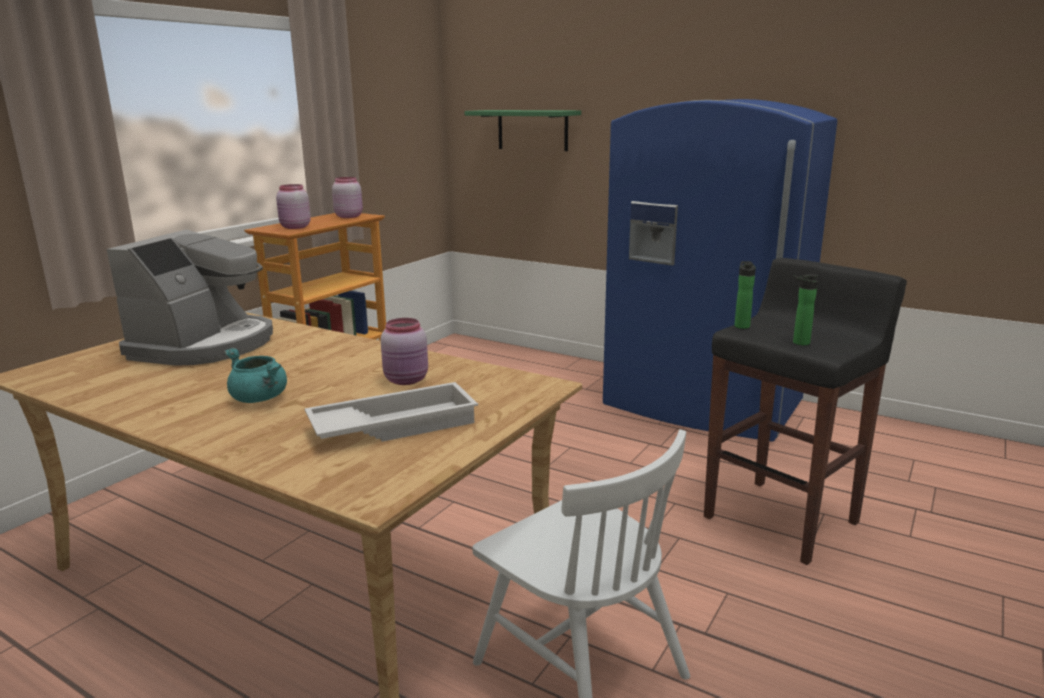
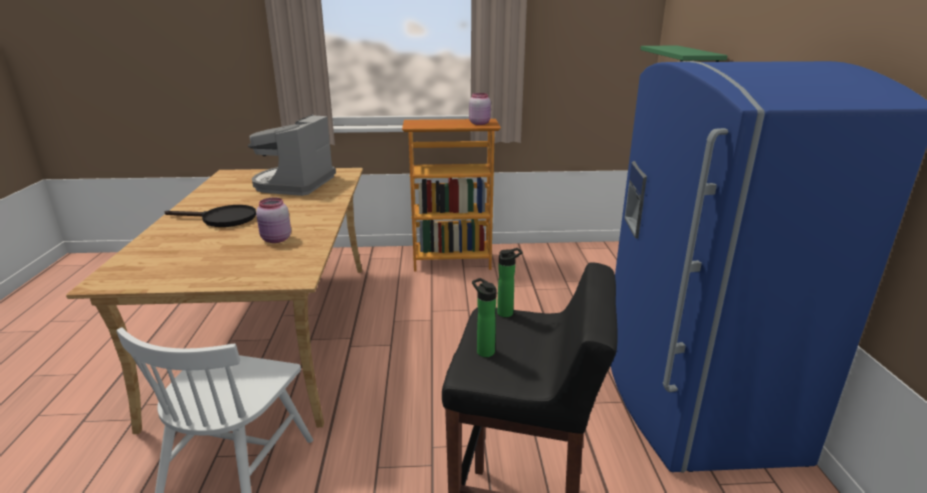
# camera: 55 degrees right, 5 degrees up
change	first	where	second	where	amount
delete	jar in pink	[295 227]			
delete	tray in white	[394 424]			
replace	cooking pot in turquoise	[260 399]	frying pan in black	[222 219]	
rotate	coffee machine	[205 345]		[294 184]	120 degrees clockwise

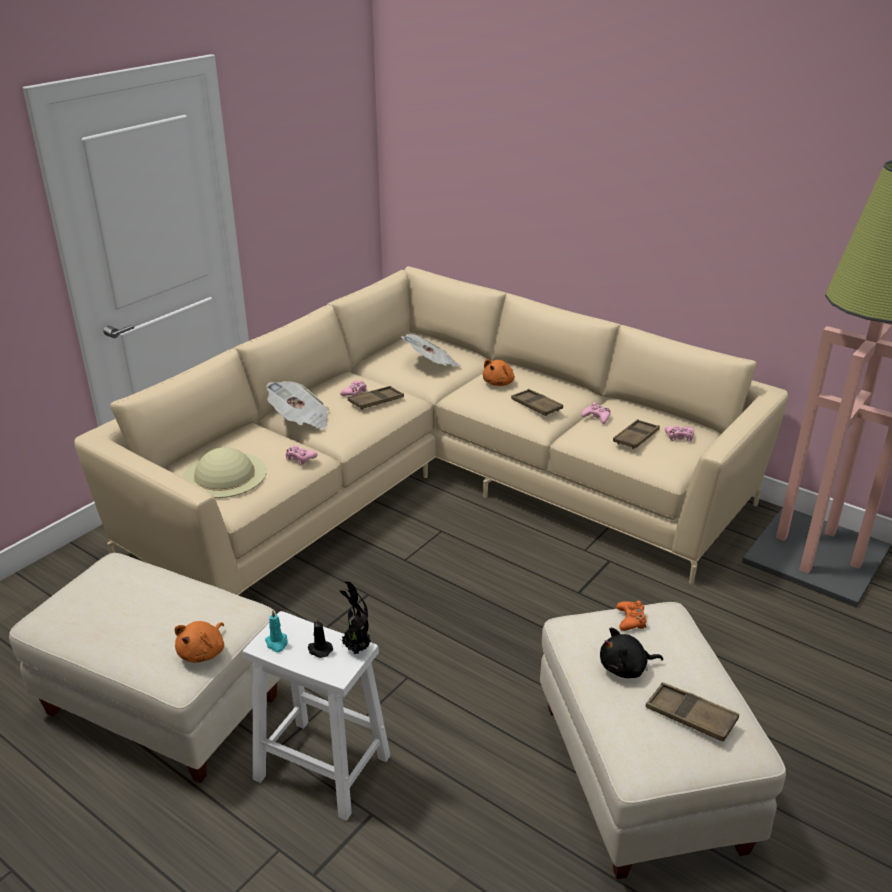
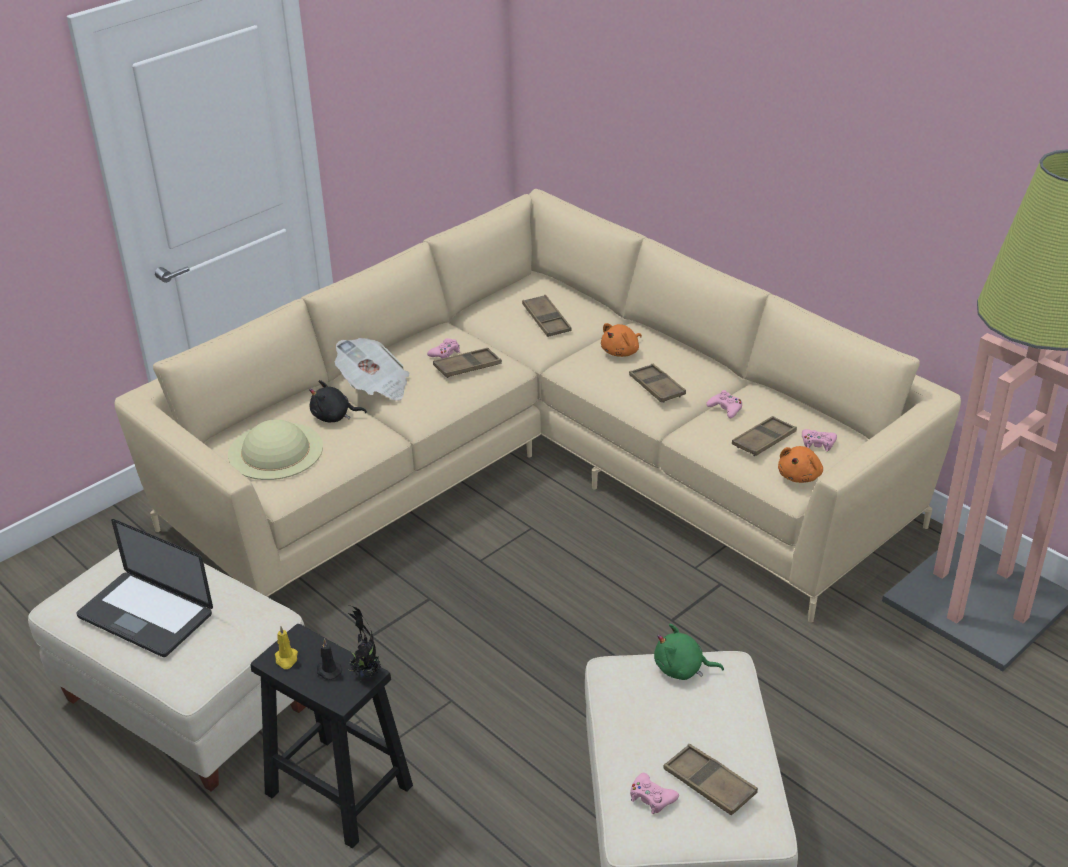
# camera: 10 degrees right, 5 degrees up
change	first	where	second	where	amount
insert			laptop	[145 615]	
move	plush toy in orange	[203 652]		[800 476]	
move	game controller in pink	[300 458]		[651 797]	
move	plush toy in black	[625 668]		[334 417]	
replace	newspaper	[431 364]	tray in brown	[546 320]	
replace	game controller in orange	[631 620]	plush toy in green	[682 669]	
recolor	stool in white	[324 768]	stool in black	[341 791]	
recolor	candle in turquoise	[277 643]	candle in yellow	[286 659]	

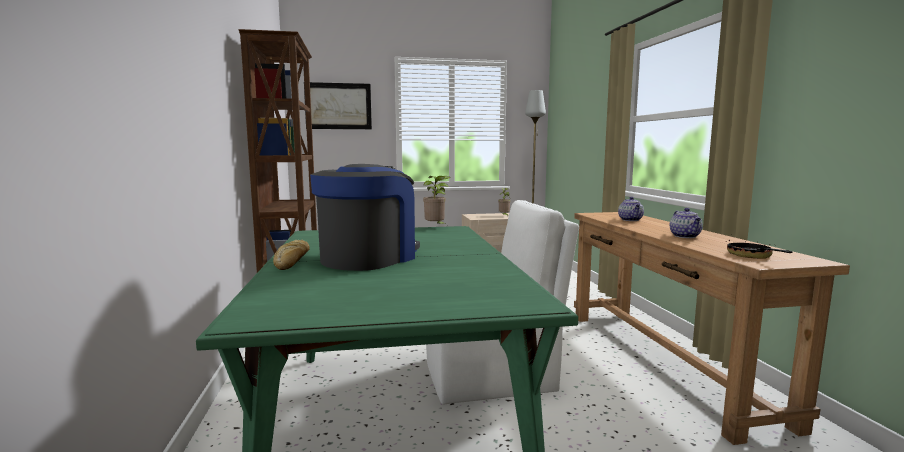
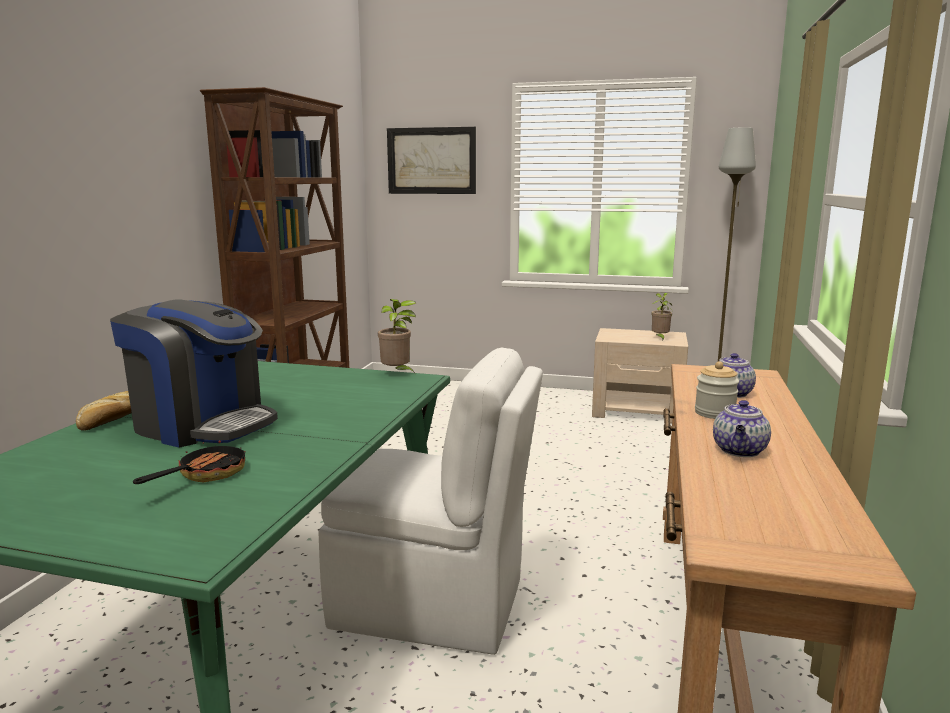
# camera: 25 degrees right, 5 degrees up
change	first	where	second	where	amount
insert			jar	[714 413]	
move	frying pan	[752 256]		[204 475]	
rotate	coffee machine	[369 258]		[202 424]	60 degrees clockwise

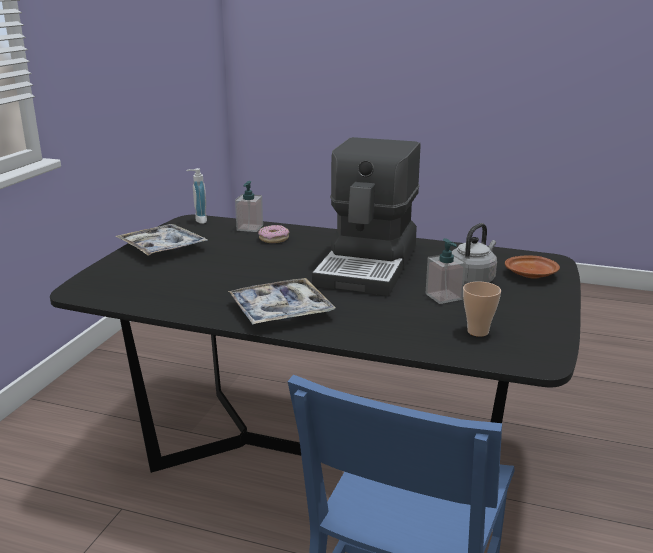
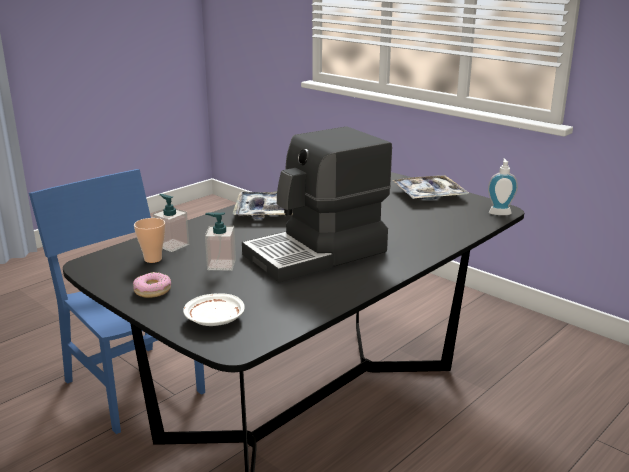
# camera: 115 degrees right, 0 degrees up
change	first	where	second	where	amount
delete	kettle in grey	[472 279]			
move	soap dispenser	[249 228]		[172 245]	
move	donut	[274 239]		[152 290]	
recolor	plate in brown	[531 274]	plate in white	[214 319]	
rotate	coffee machine	[369 266]		[317 253]	75 degrees counterclockwise

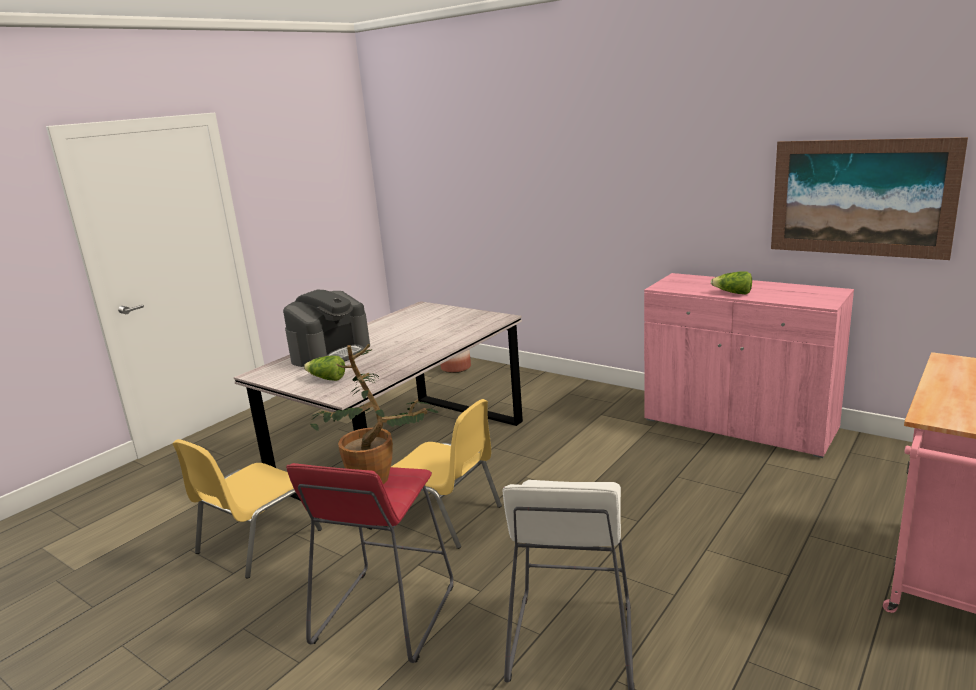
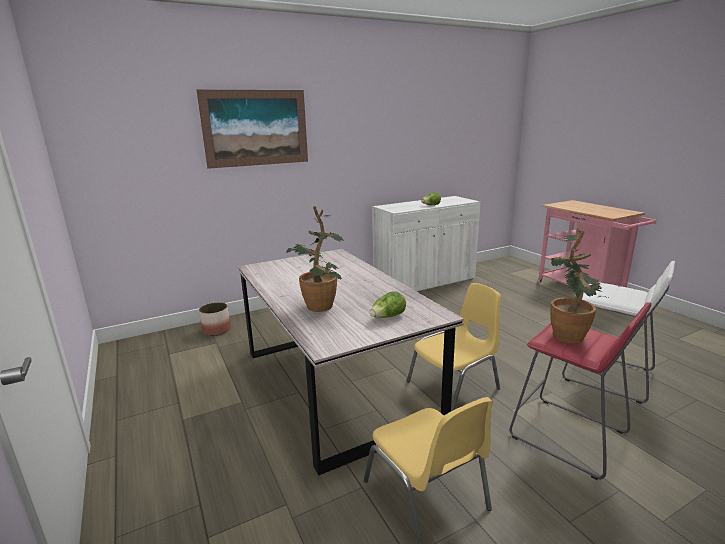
# camera: 65 degrees left, 0 degrees up
change	first	where	second	where	amount
move	picture	[860 198]		[256 128]	
replace	coffee machine	[331 353]	potted plant	[320 309]	
recolor	cabinet in pink	[738 425]	cabinet in white	[425 282]	

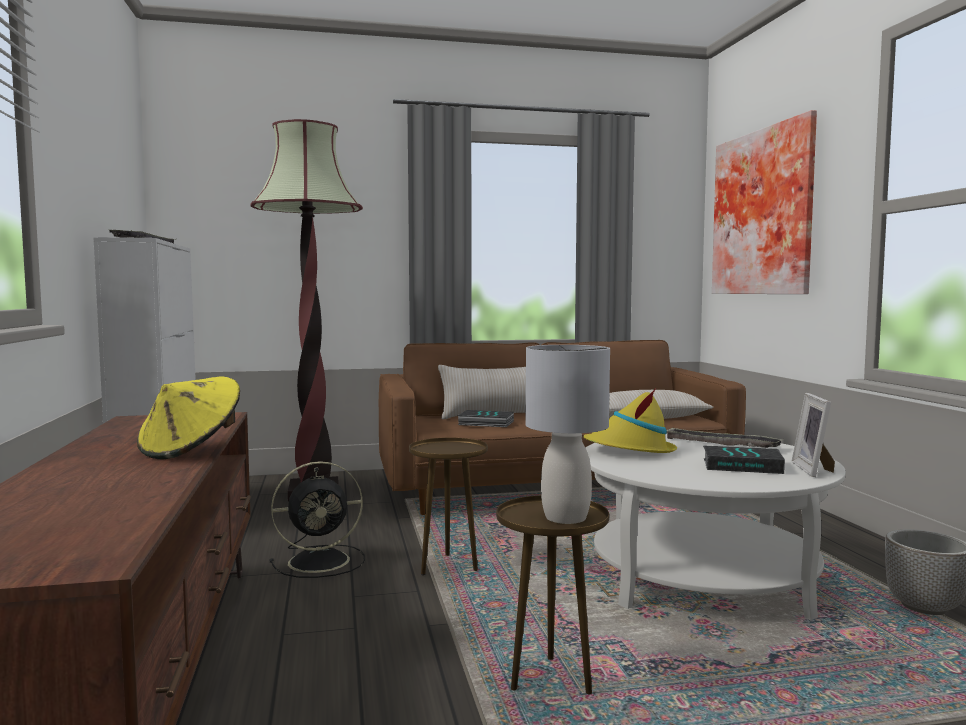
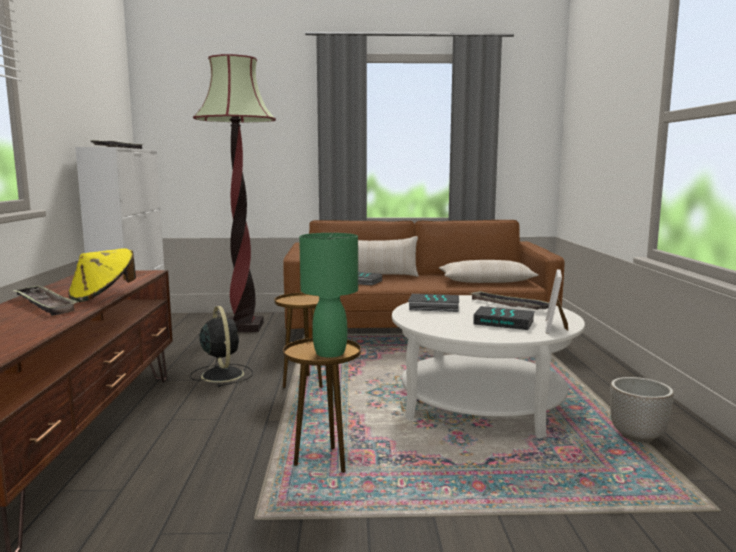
# camera: 10 degrees right, 5 degrees up
change	first	where	second	where	amount
delete	picture	[766 213]			
insert			tray	[44 305]	
replace	hat in yellow	[630 450]	book	[433 307]	
recolor	table lamp in grey	[566 518]	table lamp in green	[330 353]	
rotate	fan in black	[322 561]		[222 374]	105 degrees counterclockwise

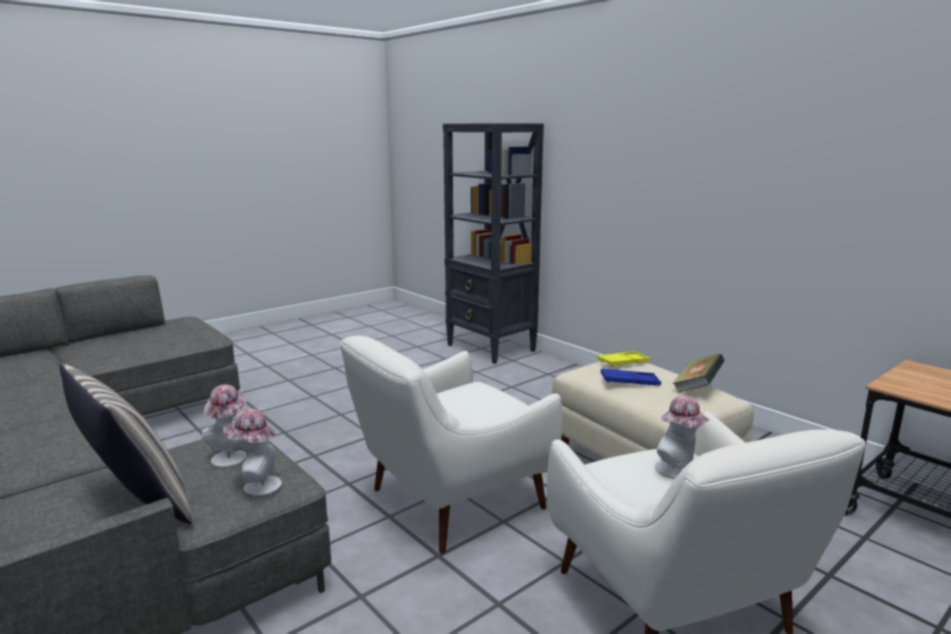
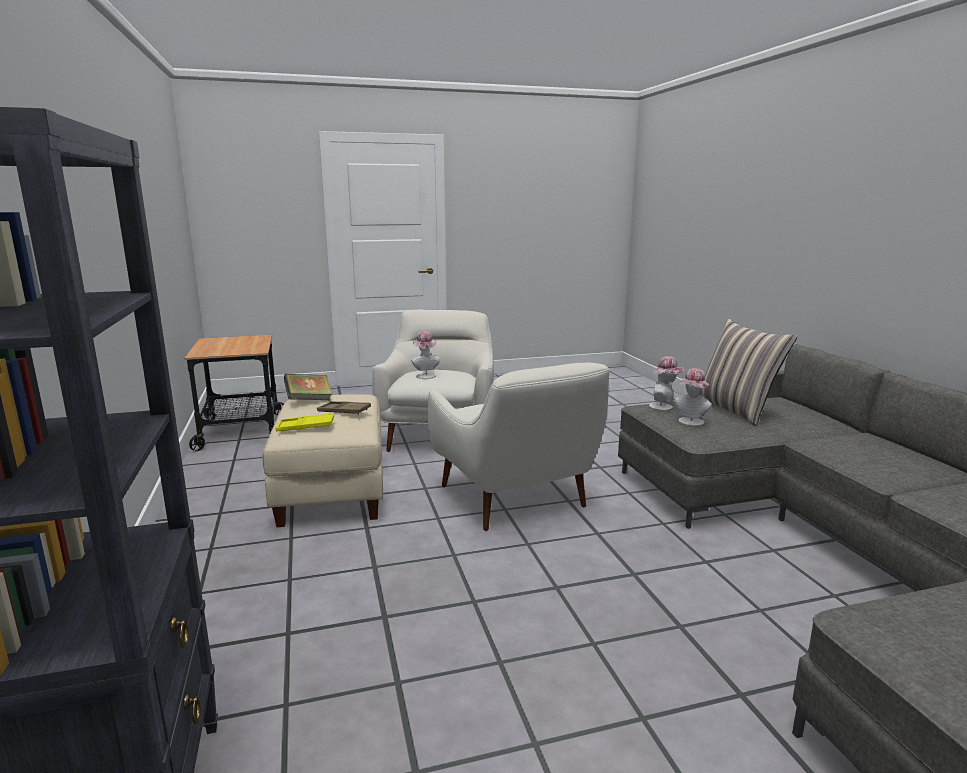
# camera: 155 degrees left, 0 degrees up
change	first	where	second	where	amount
recolor	tray in blue	[629 381]	tray in brown	[344 411]	
rotate	armchair in white	[450 502]		[515 499]	75 degrees clockwise

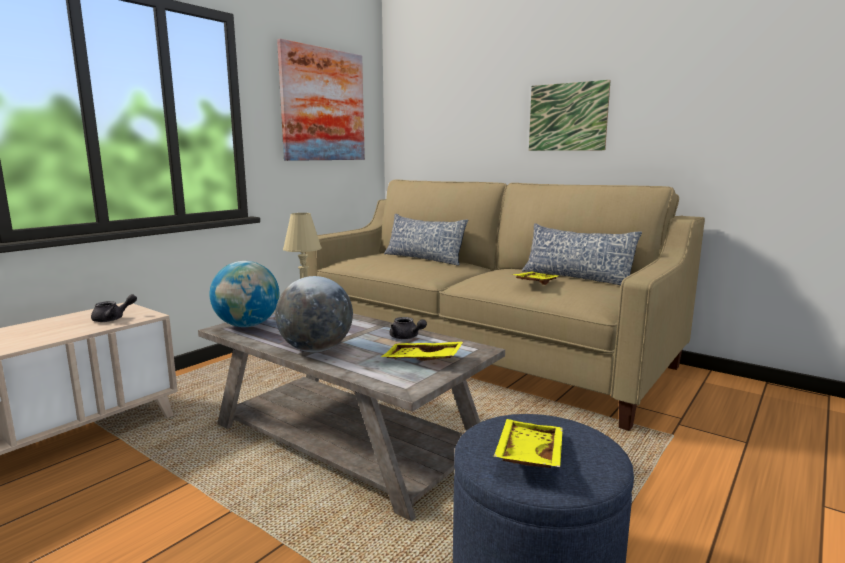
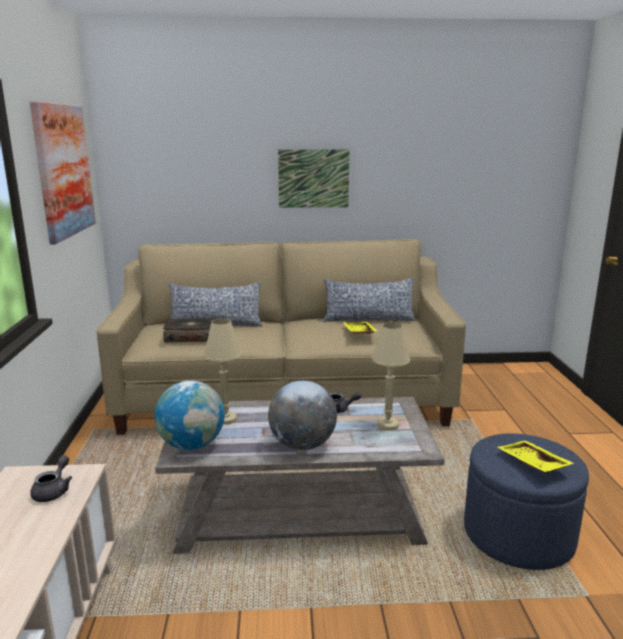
# camera: 40 degrees left, 5 degrees up
change	first	where	second	where	amount
insert			book	[192 337]	
replace	tray in yellow	[422 360]	table lamp in beige	[388 425]	

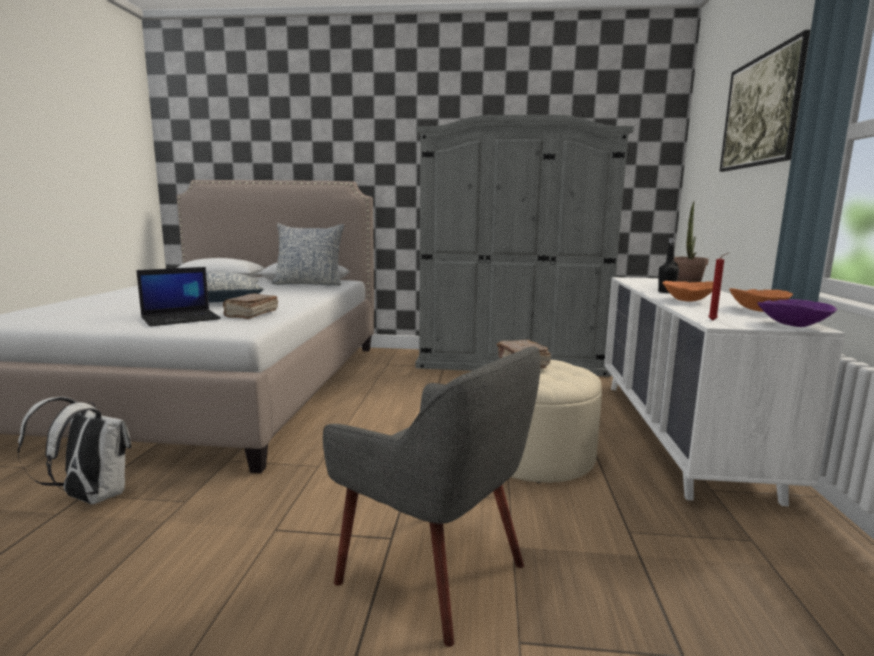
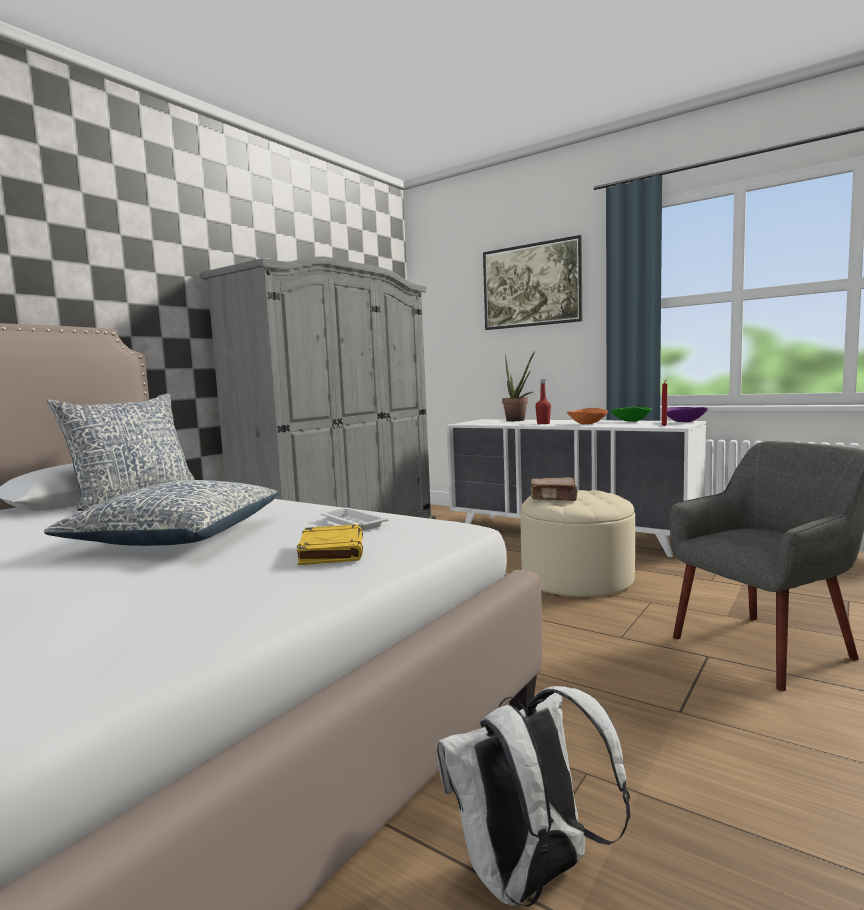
# camera: 60 degrees left, 5 degrees down
change	first	where	second	where	amount
replace	laptop	[181 318]	book in yellow	[331 550]	
replace	book in brown	[251 314]	tray in white	[352 523]	
recolor	bottle in black	[666 292]	bottle in red	[543 423]	
recolor	bowl in orange	[756 310]	bowl in green	[630 421]	

